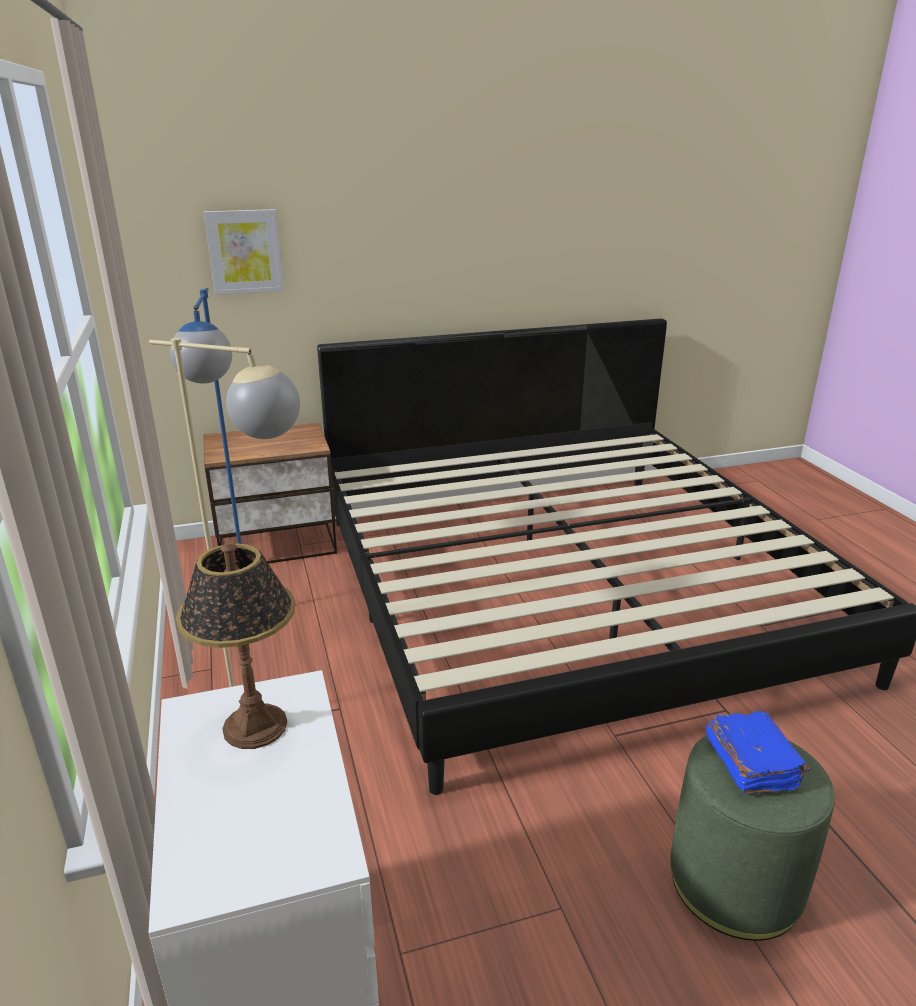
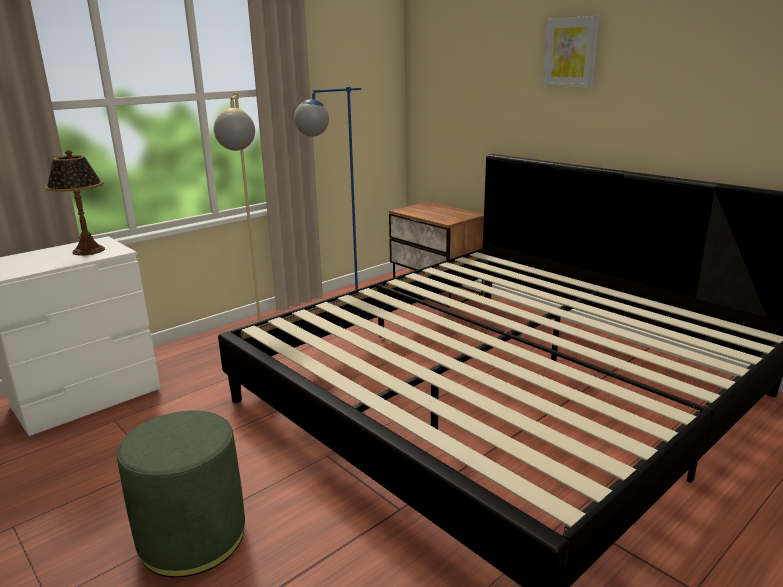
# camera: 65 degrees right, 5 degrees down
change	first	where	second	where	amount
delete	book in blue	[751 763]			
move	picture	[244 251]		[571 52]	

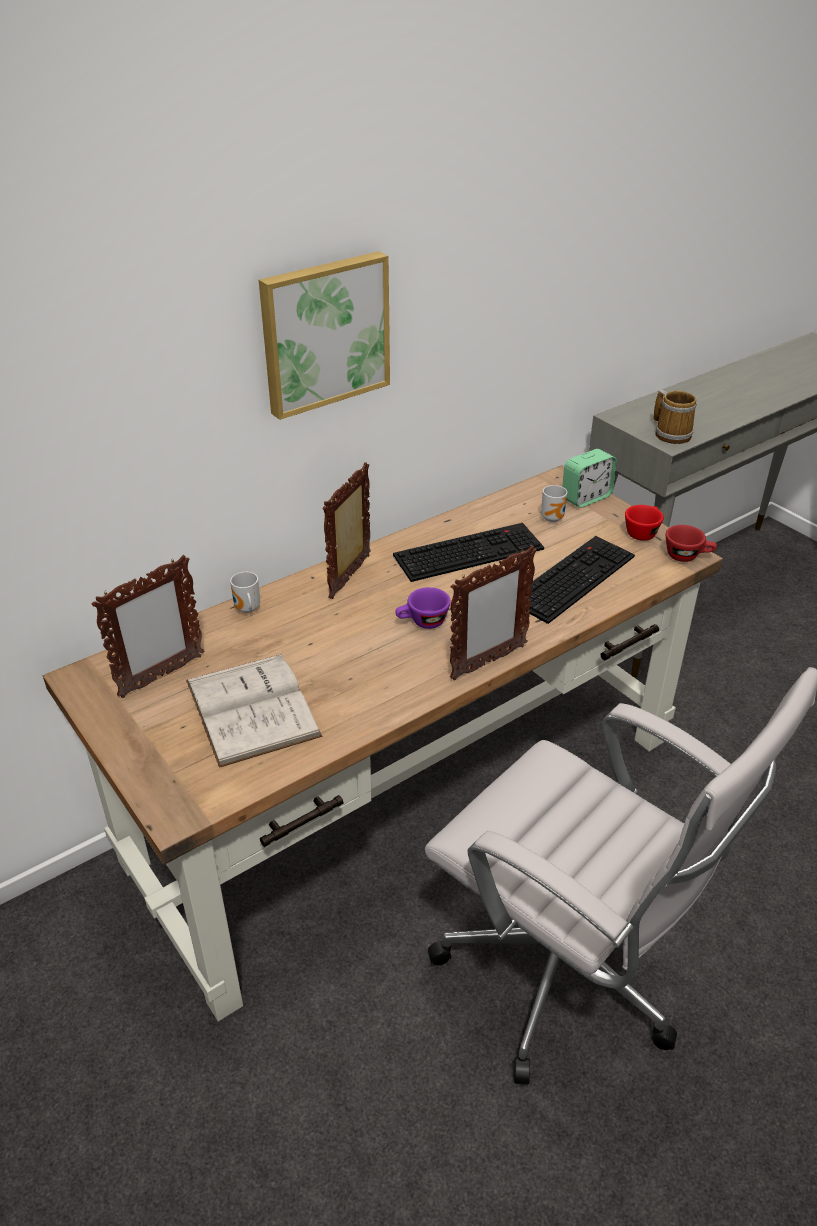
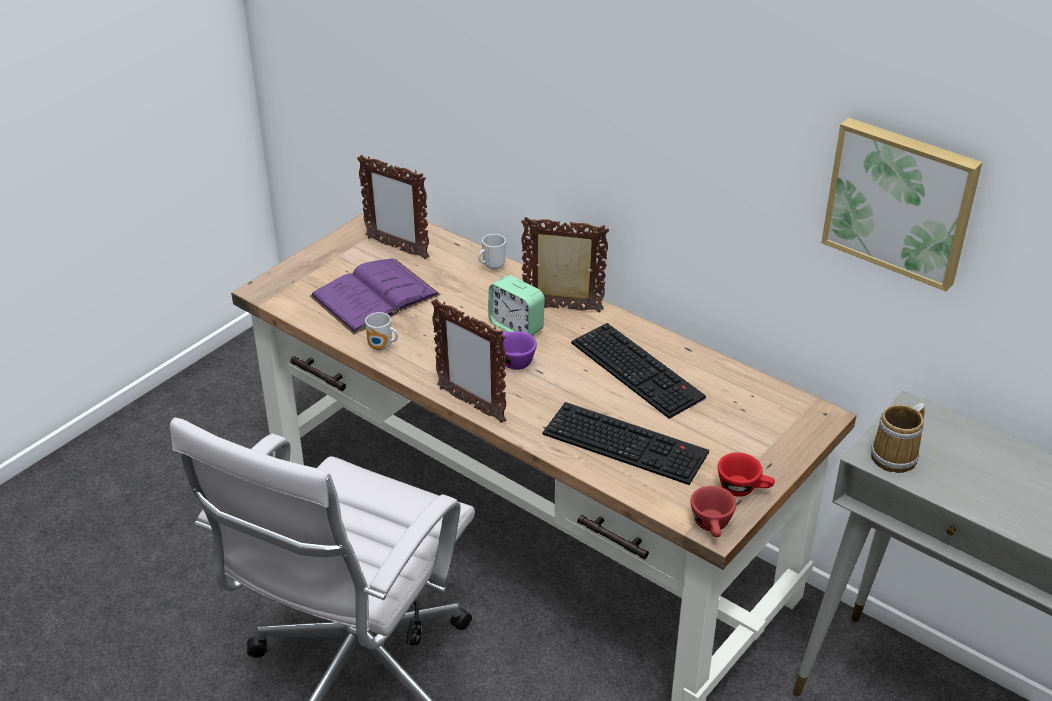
# camera: 75 degrees right, 0 degrees up
change	first	where	second	where	amount
move	picture	[324 333]		[901 201]	
move	mug	[554 518]		[381 347]	
move	alarm clock	[586 498]		[516 326]	
recolor	book in white	[252 708]	book in purple	[375 296]	

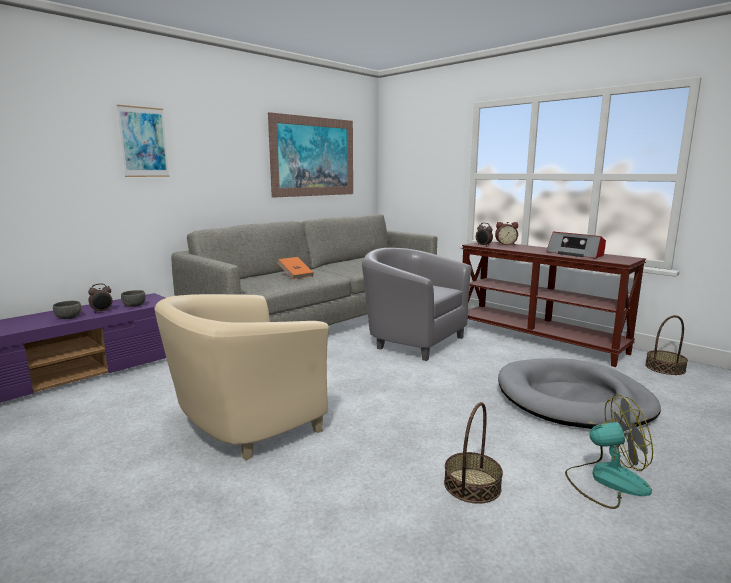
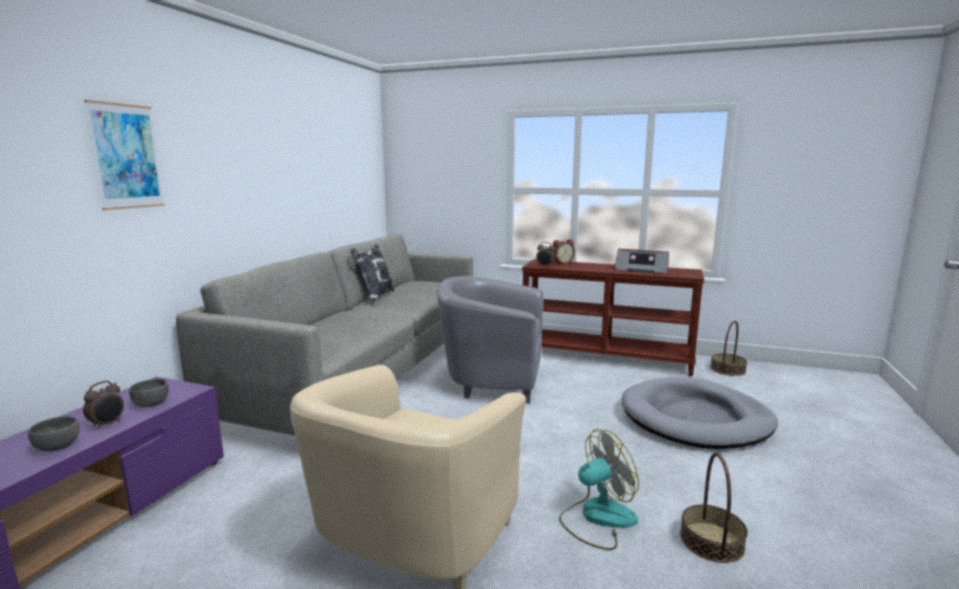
# camera: 25 degrees left, 0 degrees up
change	first	where	second	where	amount
delete	picture	[313 157]			
delete	book in orange	[295 275]			
insert			pillow	[374 297]	
move	fan	[606 480]		[597 518]	

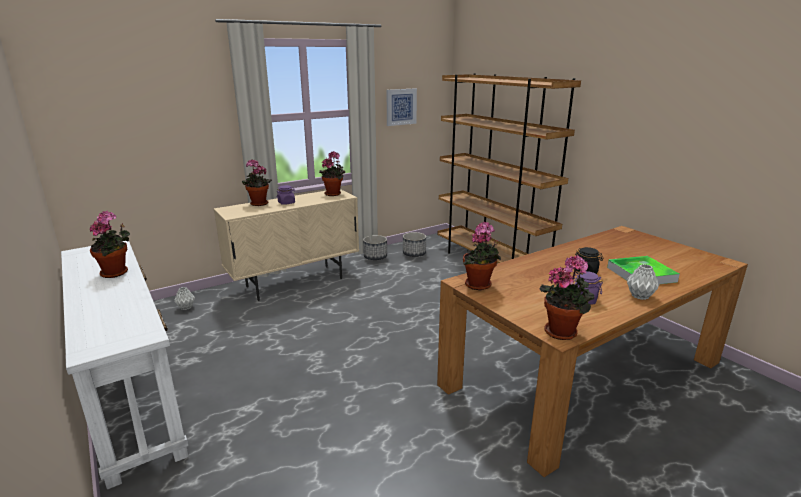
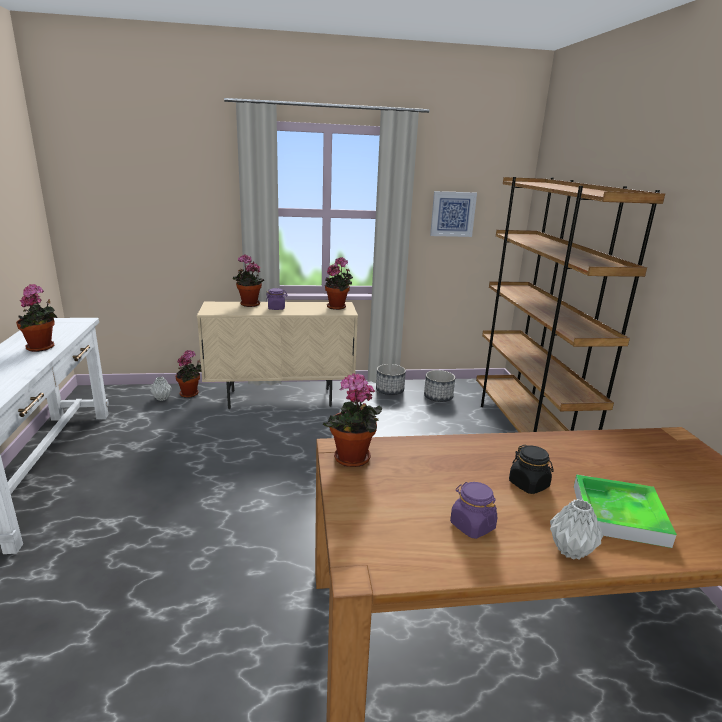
# camera: 25 degrees right, 0 degrees up
change	first	where	second	where	amount
move	potted plant	[563 331]		[191 394]	

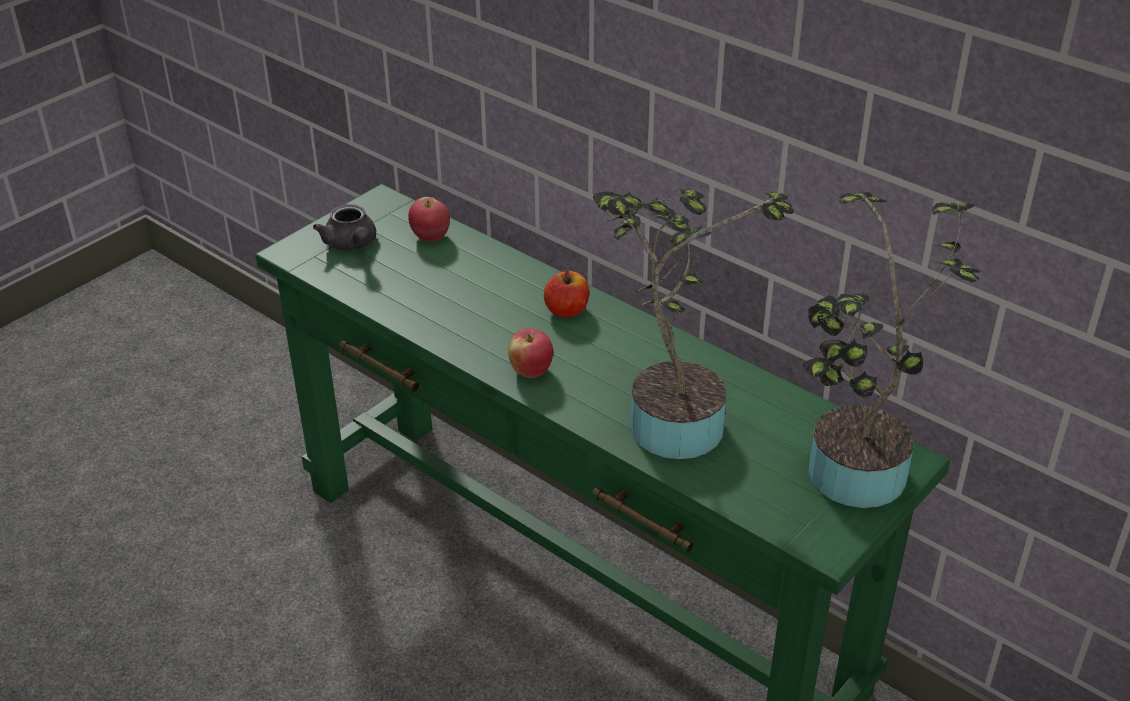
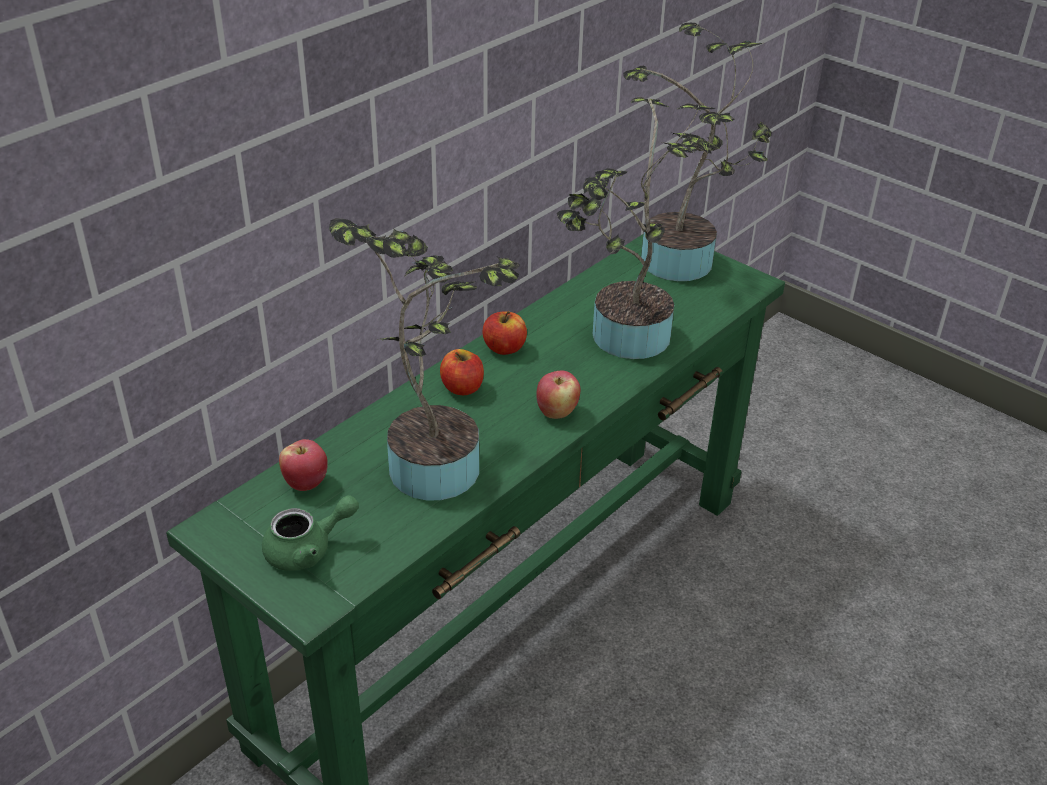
# camera: 90 degrees left, 0 degrees up
change	first	where	second	where	amount
insert			potted plant	[432 461]	
insert			apple	[504 348]	
recolor	teapot in grey	[352 245]	teapot in green	[308 549]	

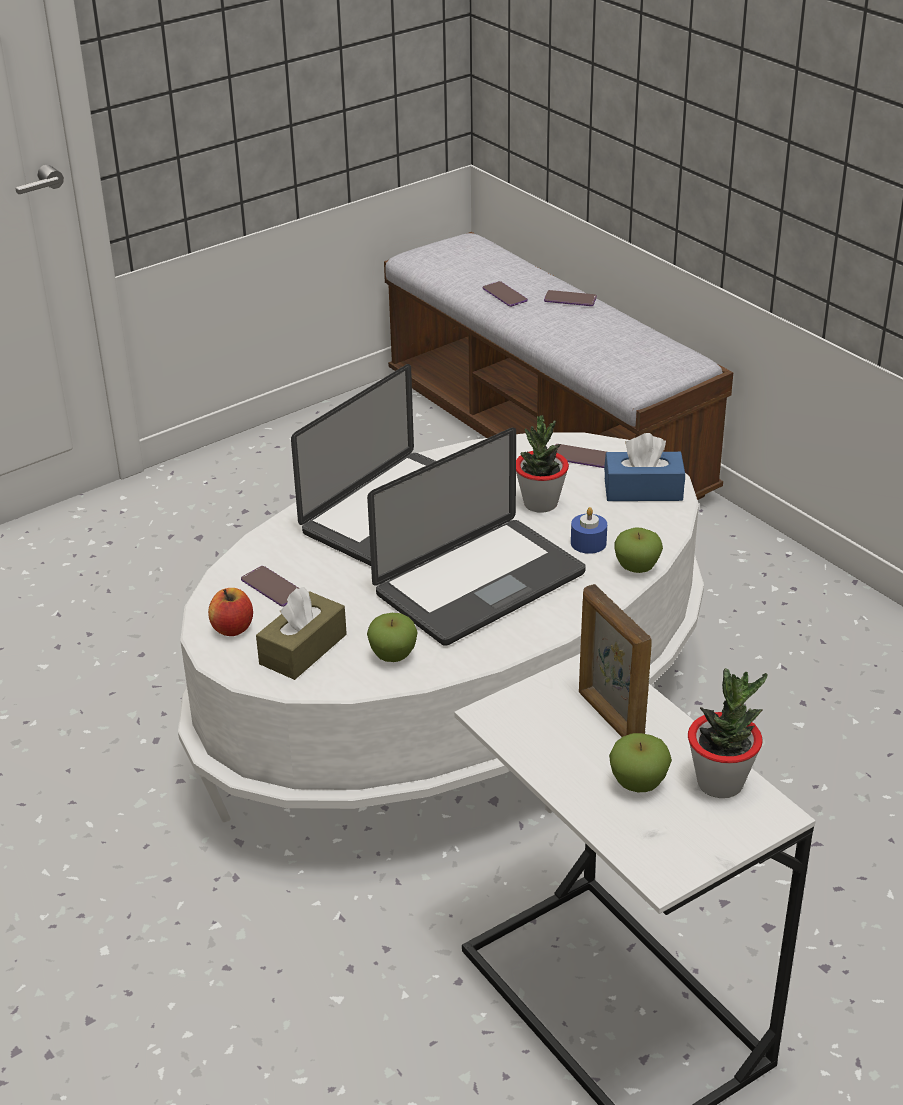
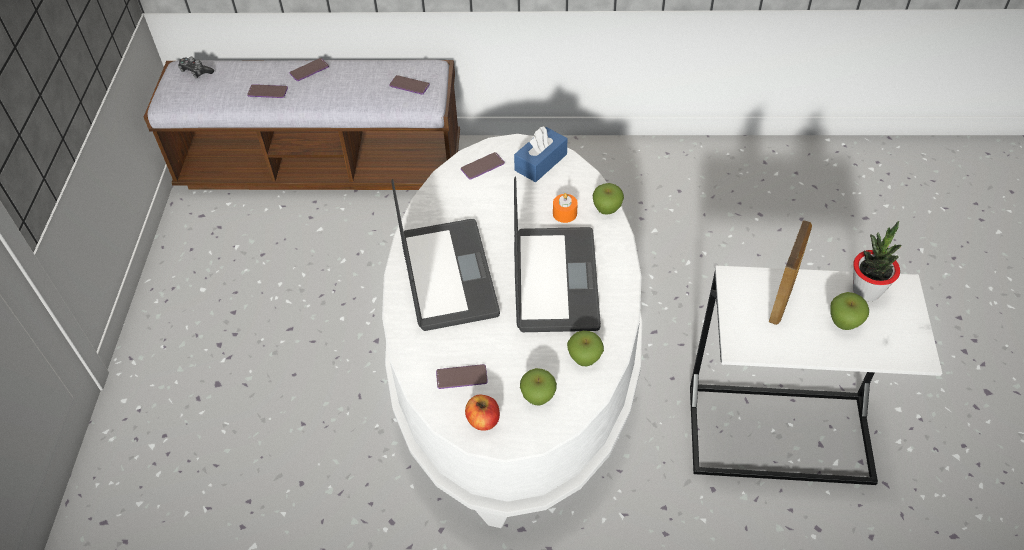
# camera: 50 degrees left, 15 degrees up
change	first	where	second	where	amount
delete	potted plant	[540 503]			
insert			game controller	[196 72]	
insert			phone	[409 85]	
replace	tissue box in brown	[303 649]	apple	[538 397]	
recolor	candle in blue	[588 543]	candle in orange	[564 213]	
rotate	picture frame	[609 718]		[782 300]	75 degrees counterclockwise

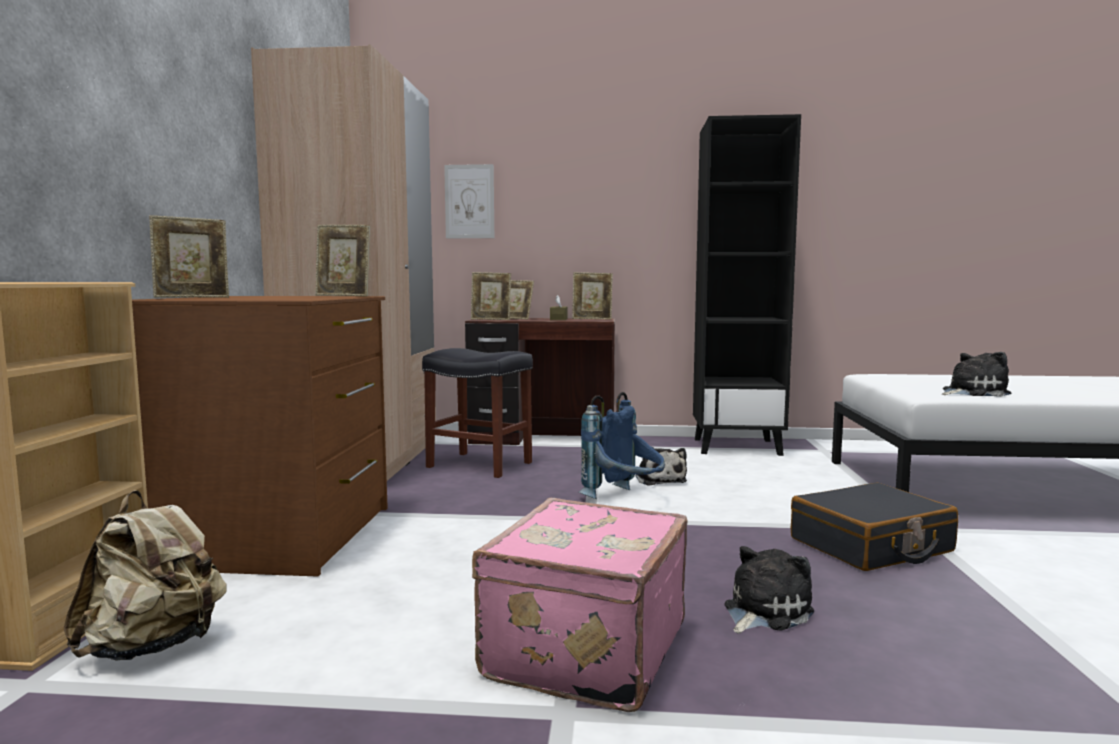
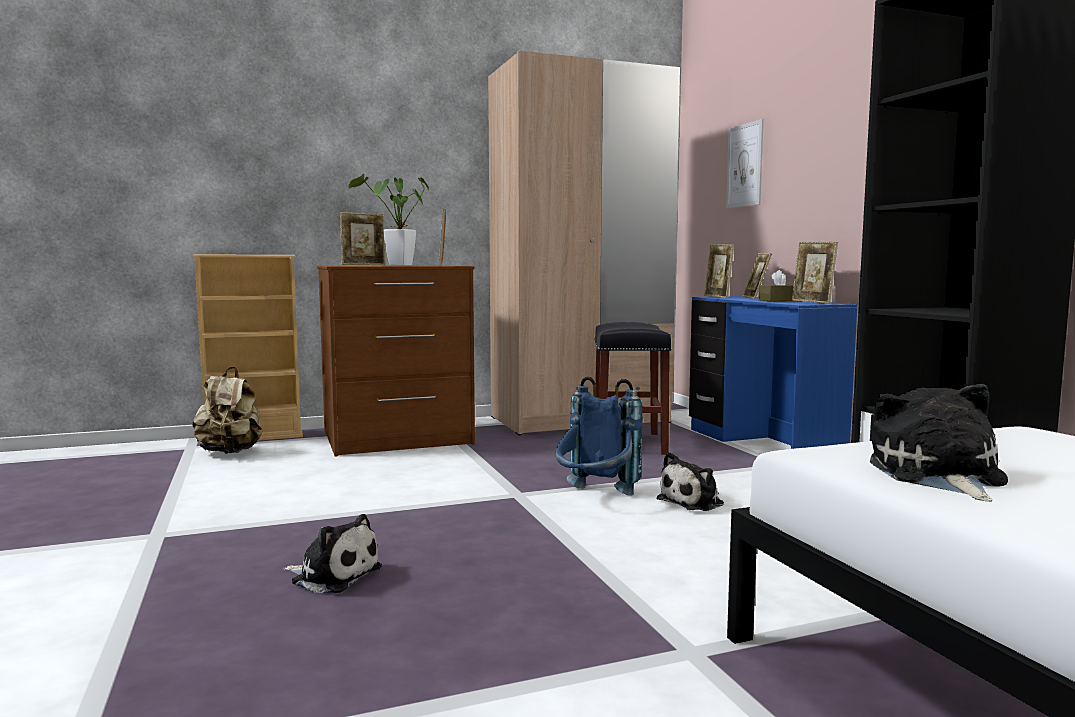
# camera: 65 degrees right, 0 degrees up
change	first	where	second	where	amount
delete	suitcase in pink	[582 651]			
delete	suitcase in black	[871 546]			
insert			potted plant	[397 265]	
recolor	desk in brown	[542 440]	desk in blue	[760 445]	
rotate	picture frame	[192 297]		[363 265]	60 degrees counterclockwise
rotate	plush toy	[971 392]		[937 475]	135 degrees counterclockwise

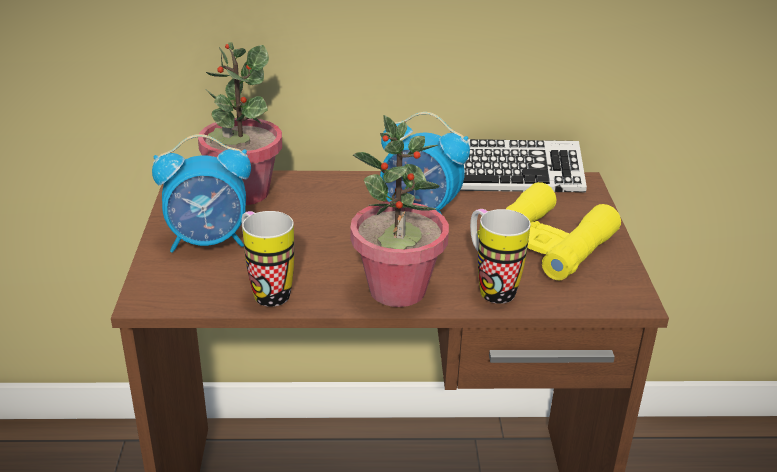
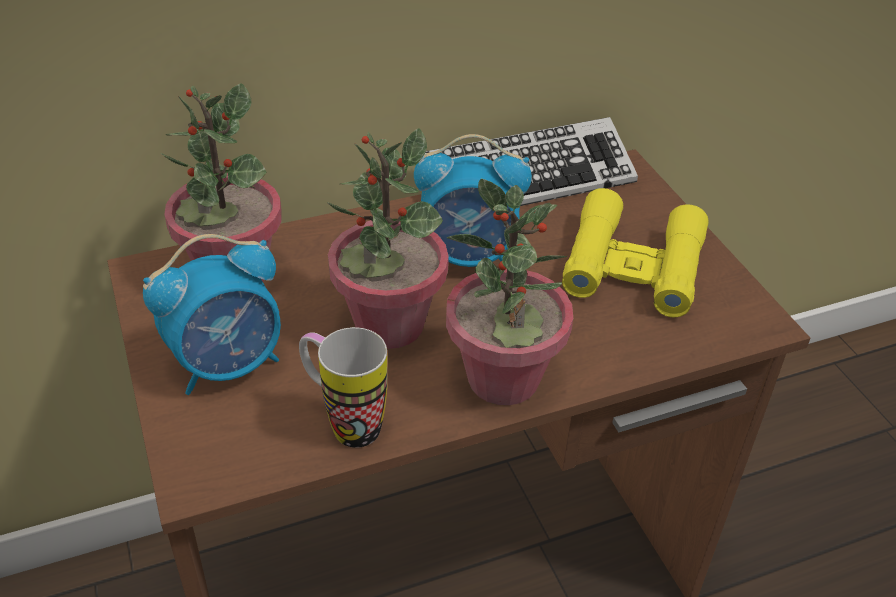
# camera: 20 degrees left, 10 degrees up
change	first	where	second	where	amount
delete	mug	[490 287]			
insert			potted plant	[388 325]	

